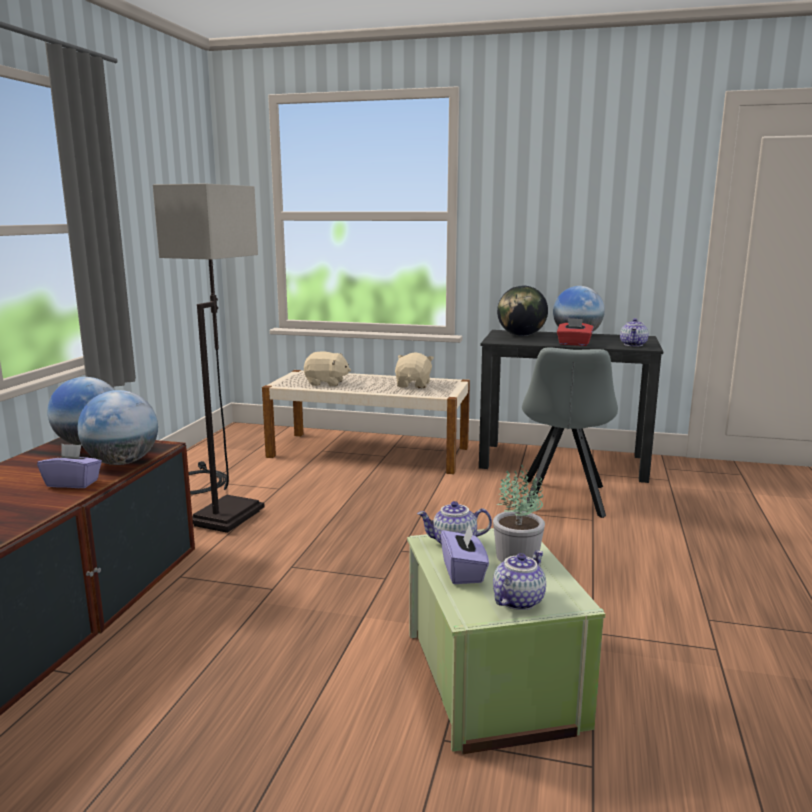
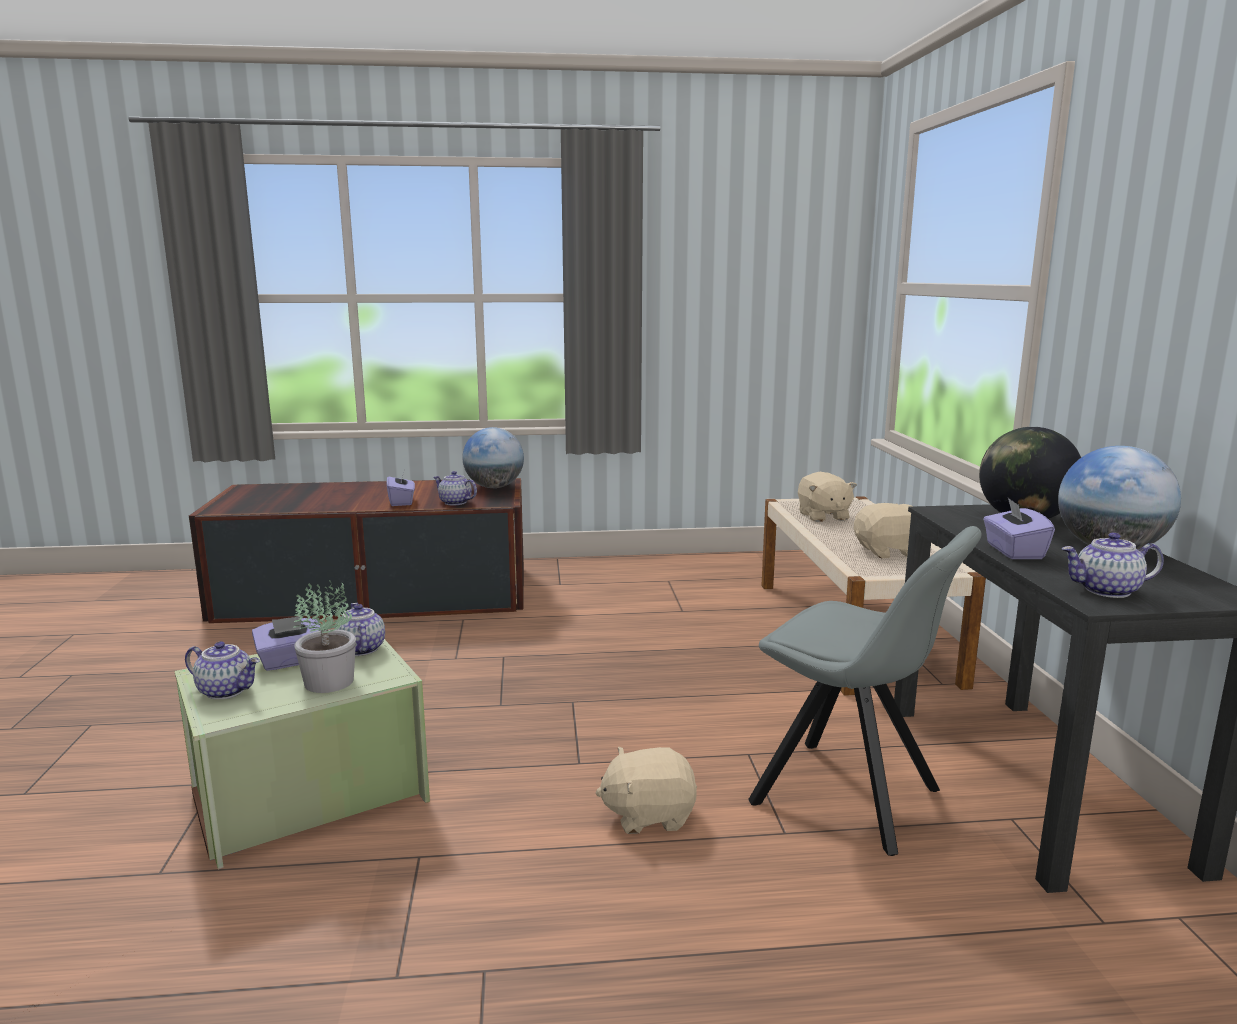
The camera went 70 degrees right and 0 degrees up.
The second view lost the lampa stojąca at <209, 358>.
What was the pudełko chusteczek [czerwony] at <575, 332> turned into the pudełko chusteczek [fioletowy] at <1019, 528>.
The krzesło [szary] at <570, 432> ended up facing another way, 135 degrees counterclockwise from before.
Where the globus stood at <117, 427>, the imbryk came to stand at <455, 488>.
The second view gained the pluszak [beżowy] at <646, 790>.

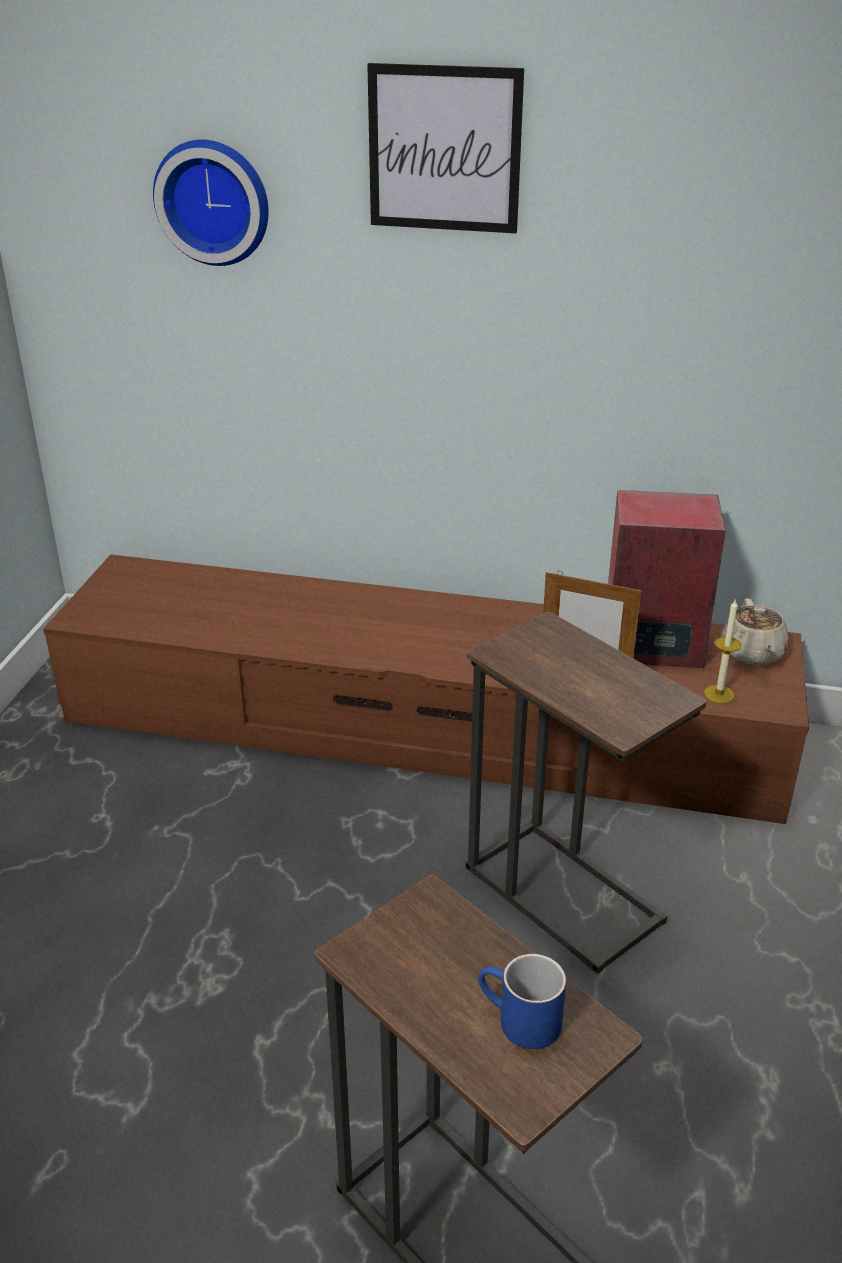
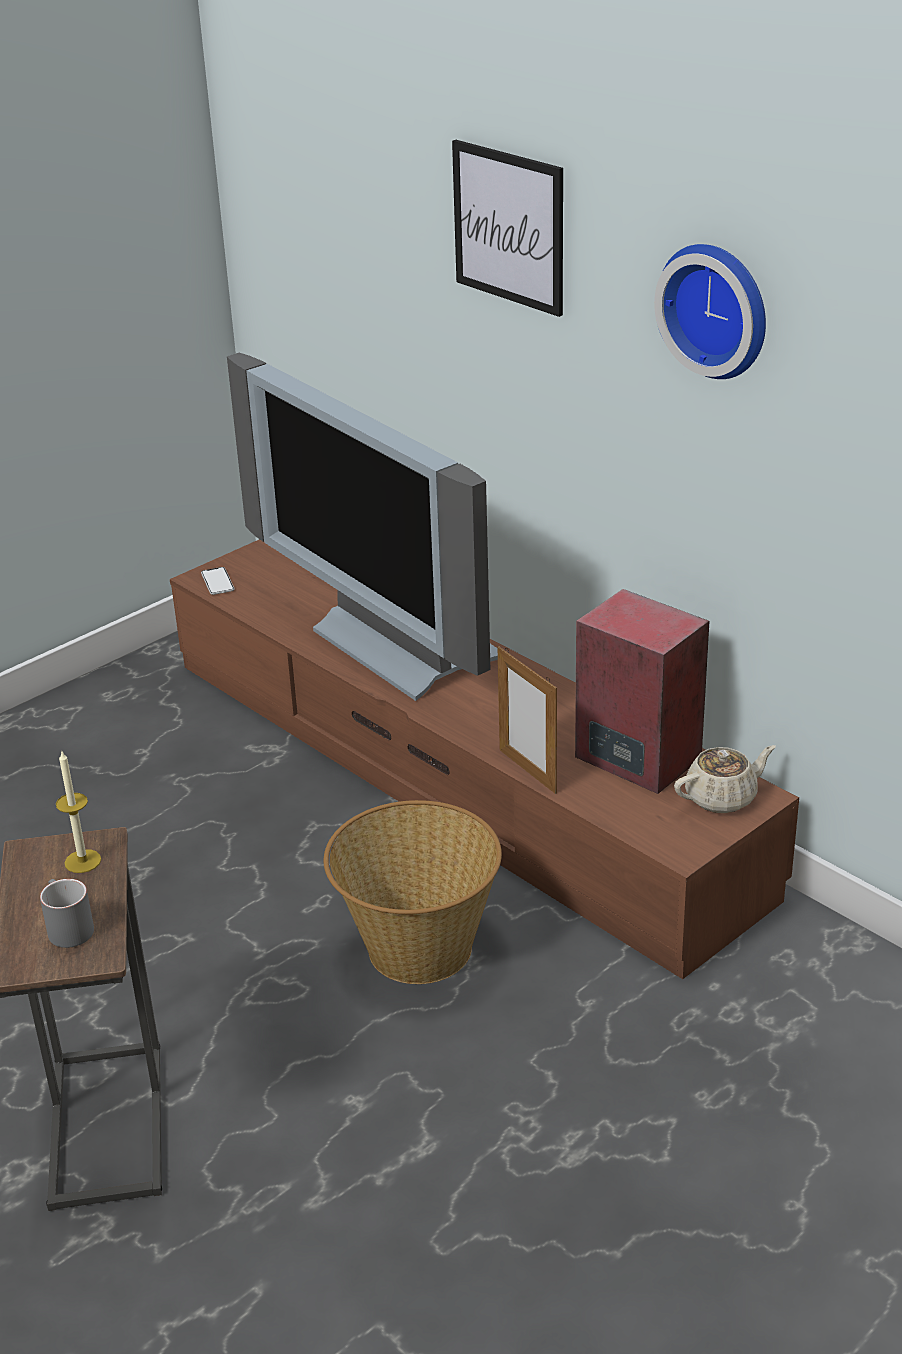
The camera went 35 degrees right and 0 degrees up.
The zegar ścienny ended up elsewhere, having gone from <211, 203> to <710, 311>.
The świeca ended up elsewhere, having gone from <722, 650> to <78, 812>.
The imbryk [beżowy] at <755, 631> ended up facing another way, 150 degrees counterclockwise from before.
Where the stolik [brązowy] stood at <586, 793>, the koszyk came to stand at <413, 892>.
What was the kubek [niebieski] at <522, 1001> turned into the kubek [szary] at <67, 913>.
The second view gained the telewizor at <362, 527>.
The second view gained the telefon at <218, 581>.

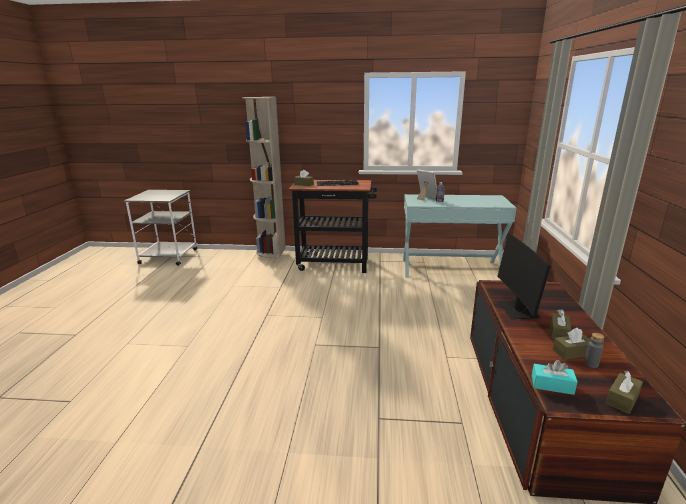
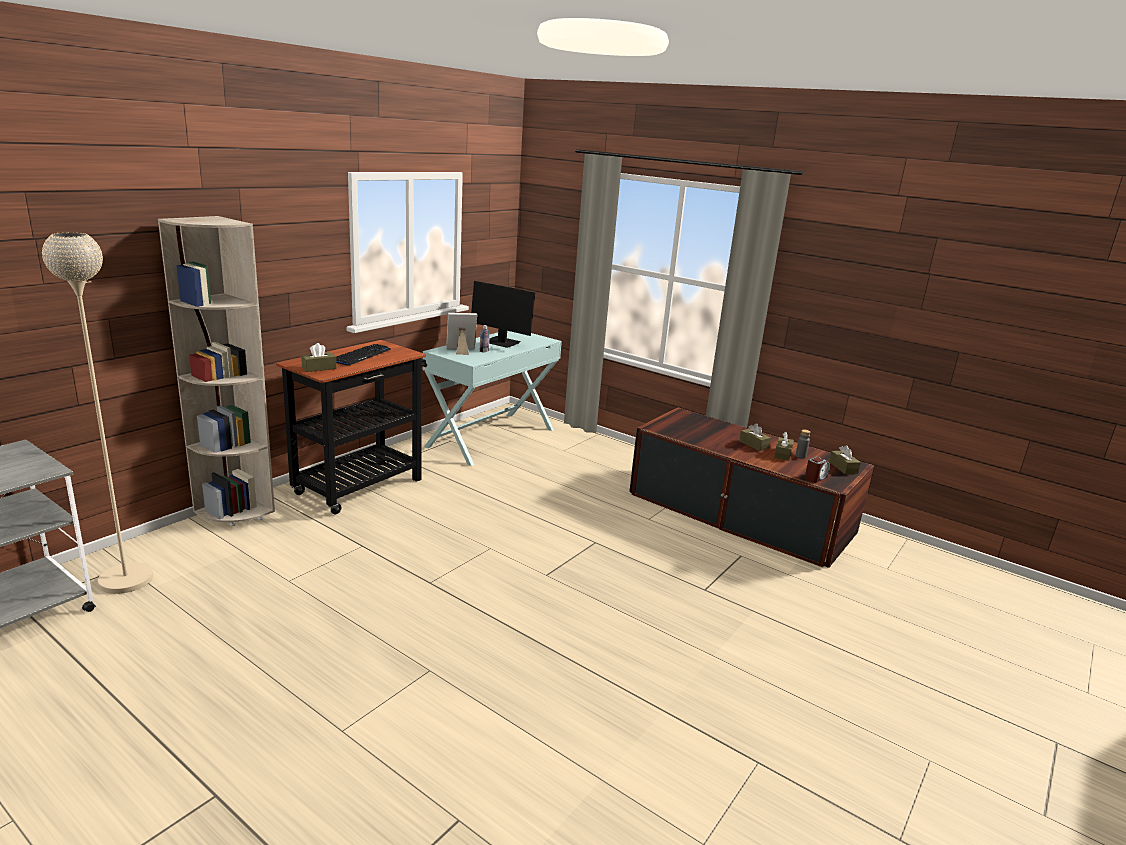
The camera went 60 degrees left and 0 degrees up.
The monitor ended up elsewhere, having gone from <523, 276> to <503, 314>.
Where the pudełko chusteczek [turkusowy] stood at <554, 377>, the budzik came to stand at <817, 469>.
The second view gained the lampa stojąca [beżowy] at <97, 413>.

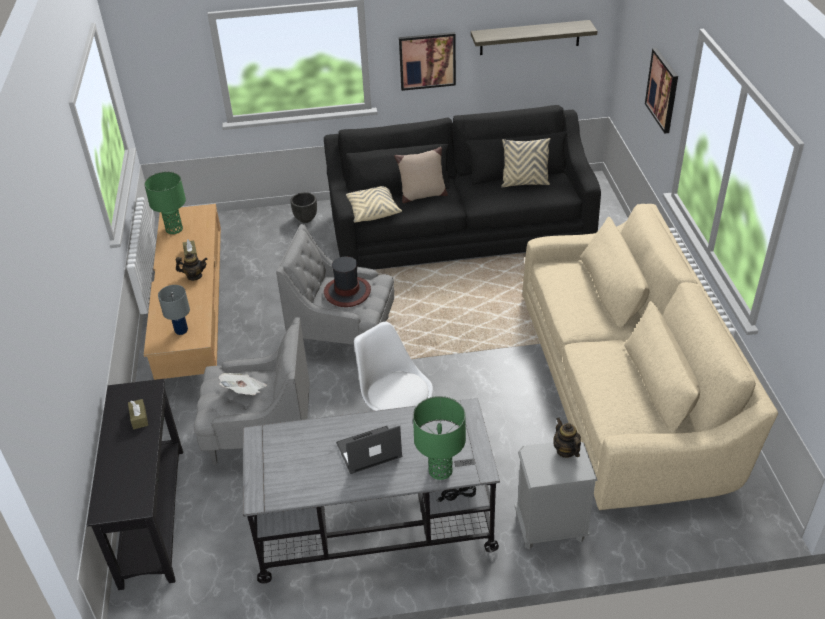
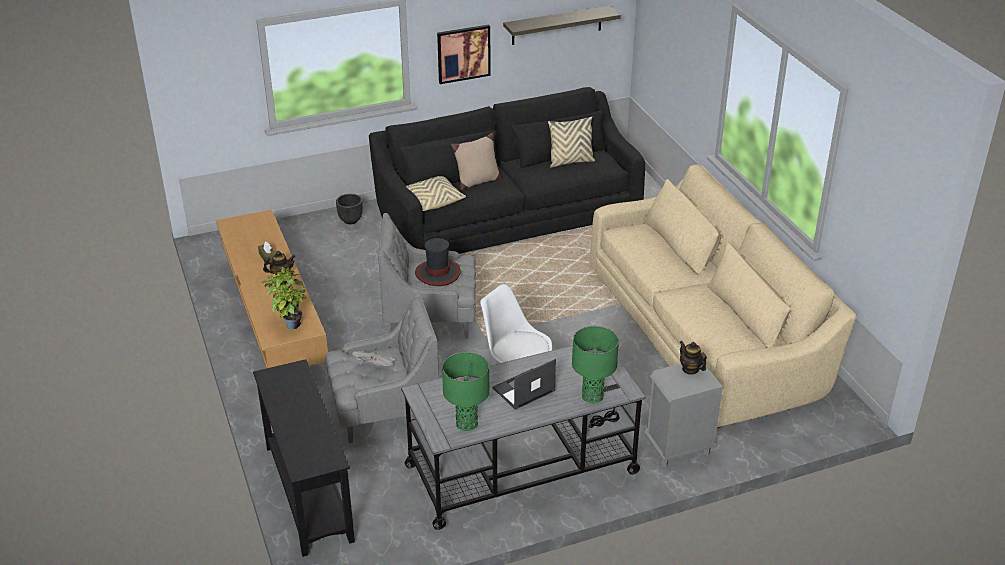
The camera went 15 degrees left and 5 degrees down.
The second view lost the obraz at <661, 90>.
The lampa stołowa [zielony] ended up elsewhere, having gone from <165, 202> to <466, 391>.
Where the lampa stołowa [szary] stood at <174, 310>, the roślina doniczkowa came to stand at <283, 298>.
The second view lost the pudełko chusteczek [brązowy] at <138, 414>.

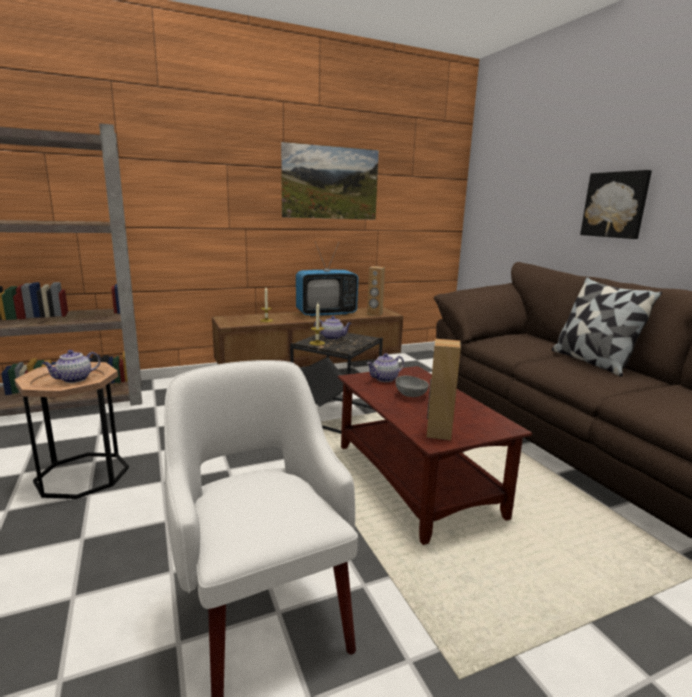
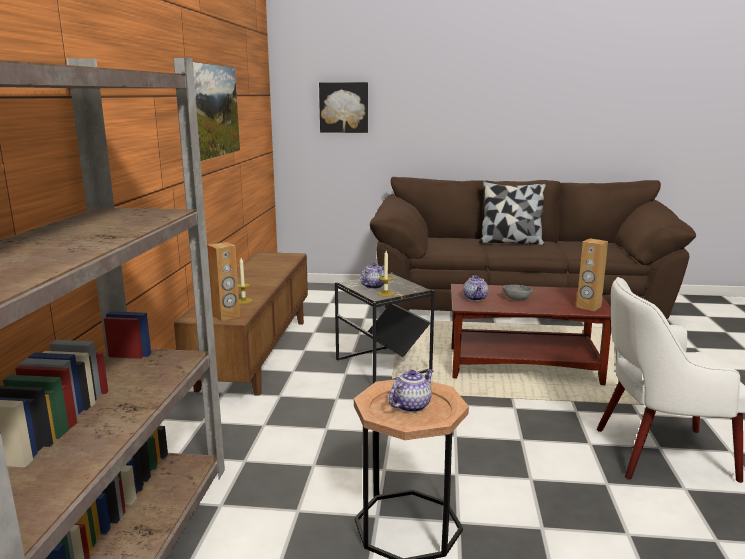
The camera went 60 degrees left and 0 degrees up.
The obraz ended up elsewhere, having gone from <616, 204> to <343, 107>.
The second view lost the telewizor at <327, 279>.
The głośnik [brązowy] ended up elsewhere, having gone from <376, 291> to <223, 281>.
The imbryk at <71, 366> ended up facing another way, 120 degrees counterclockwise from before.

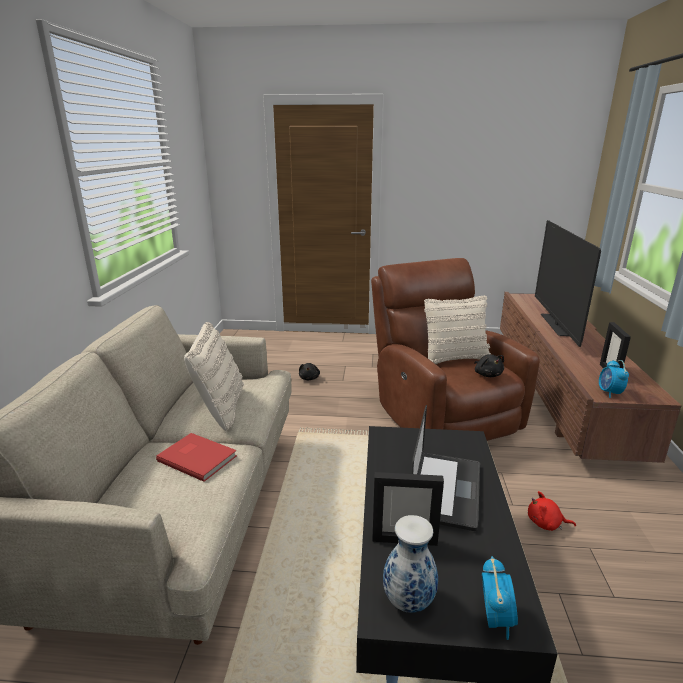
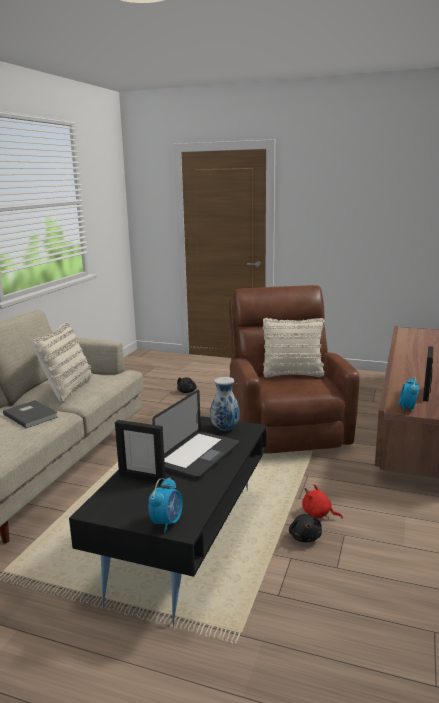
The camera went 15 degrees right and 5 degrees down.
The second view lost the telewizor at <568, 283>.
The pluszak [czarny] ended up elsewhere, having gone from <489, 365> to <305, 528>.
What was the książka [czerwony] at <196, 457> turned into the książka [szary] at <30, 414>.
The wazon ended up elsewhere, having gone from <410, 564> to <225, 404>.

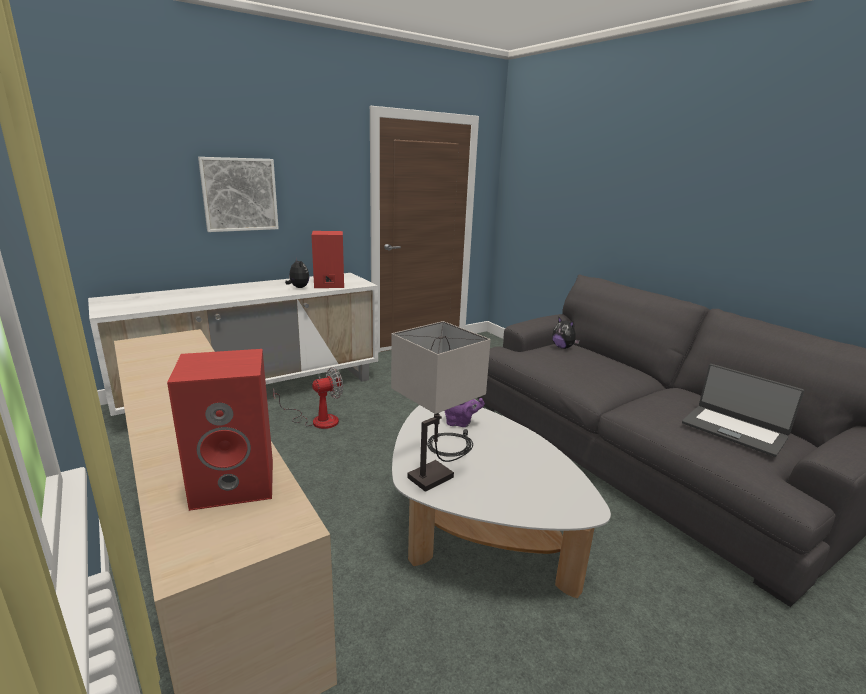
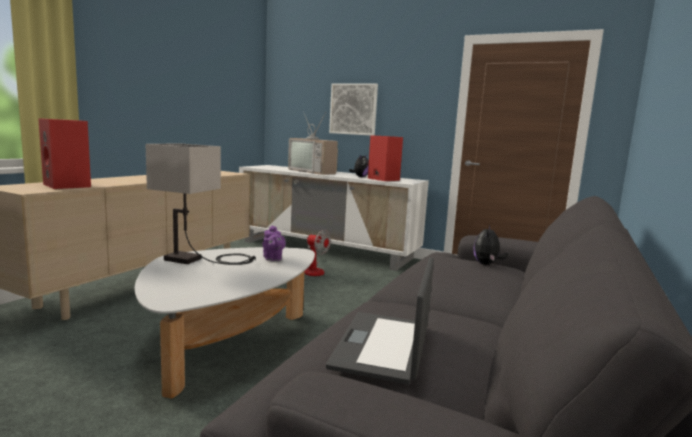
The camera went 60 degrees right and 10 degrees down.
The second view gained the telewizor at <313, 144>.

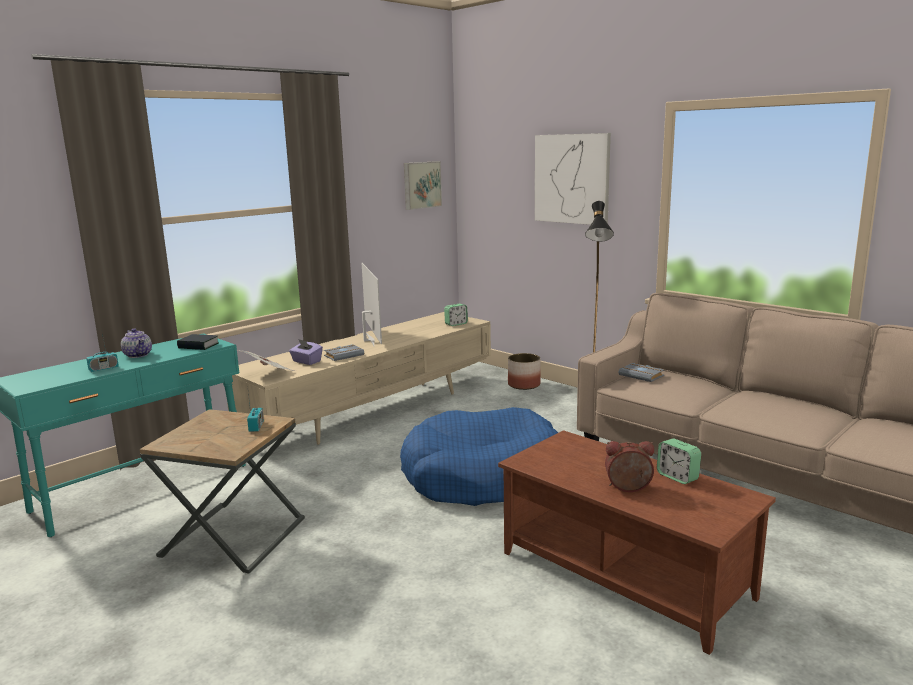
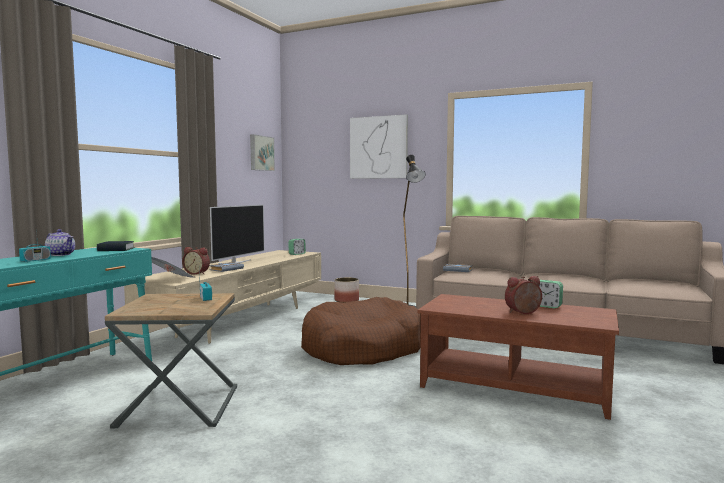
The camera went 20 degrees left and 10 degrees down.
The telewizor at <372, 304> ended up facing another way, 60 degrees clockwise from before.
Where the pudełko chusteczek [fioletowy] stood at <306, 352>, the budzik came to stand at <196, 261>.
What was the legowisko [niebieski] at <479, 456> turned into the legowisko [brązowy] at <361, 331>.

